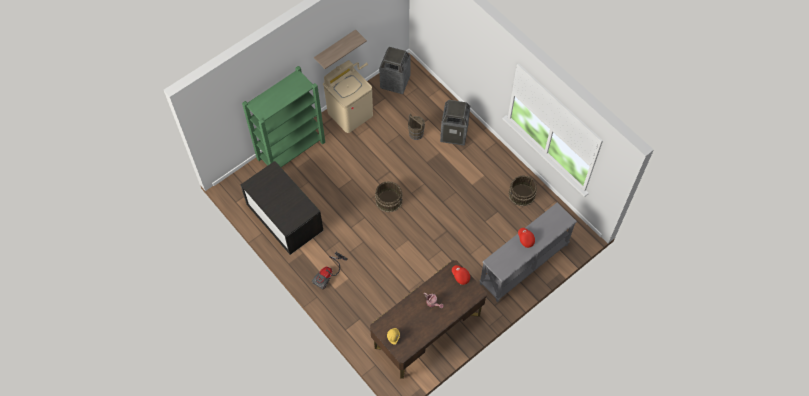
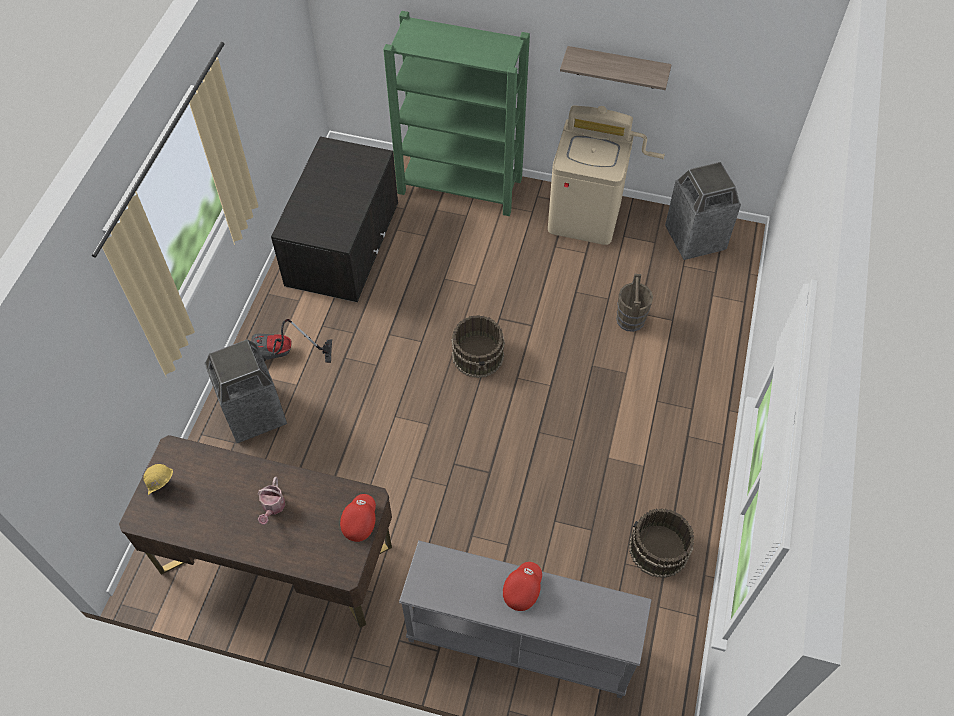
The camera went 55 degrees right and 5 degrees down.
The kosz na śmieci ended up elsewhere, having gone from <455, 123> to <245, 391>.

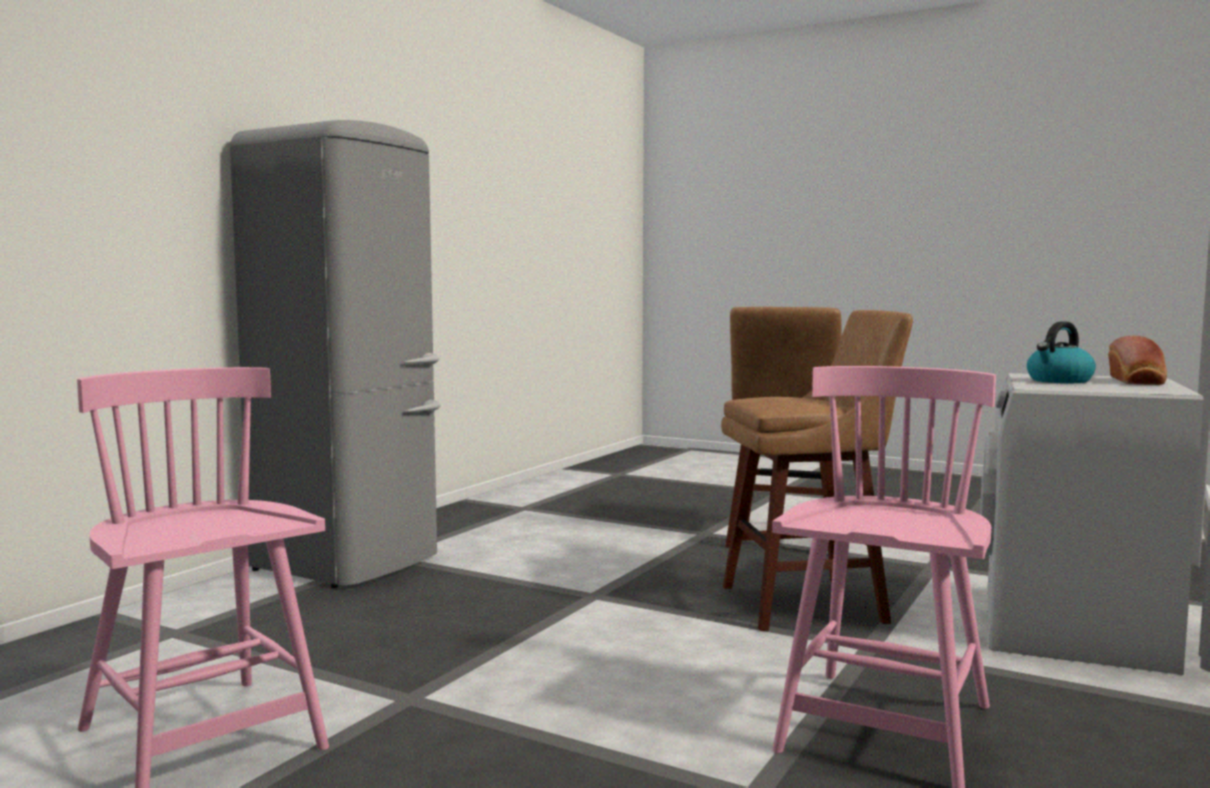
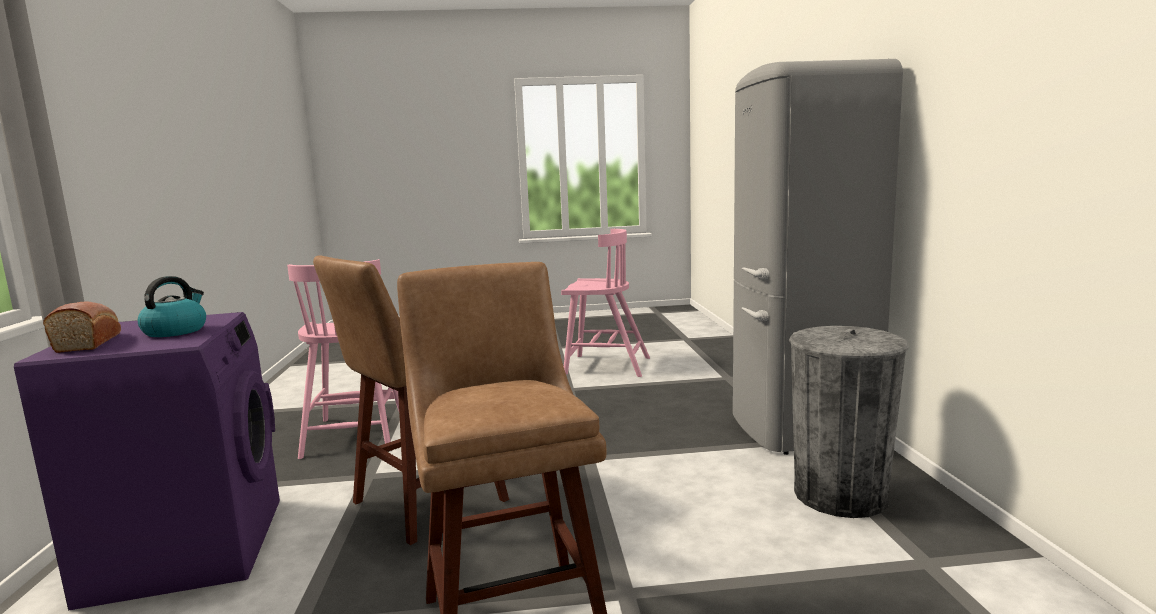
The camera went 145 degrees right and 5 degrees up.
What was the pralka [biały] at <1092, 524> turned into the pralka [fioletowy] at <147, 461>.
The second view gained the kosz na śmieci [szary] at <849, 422>.

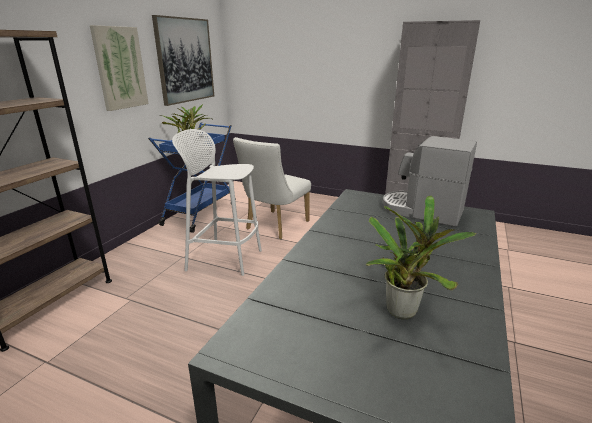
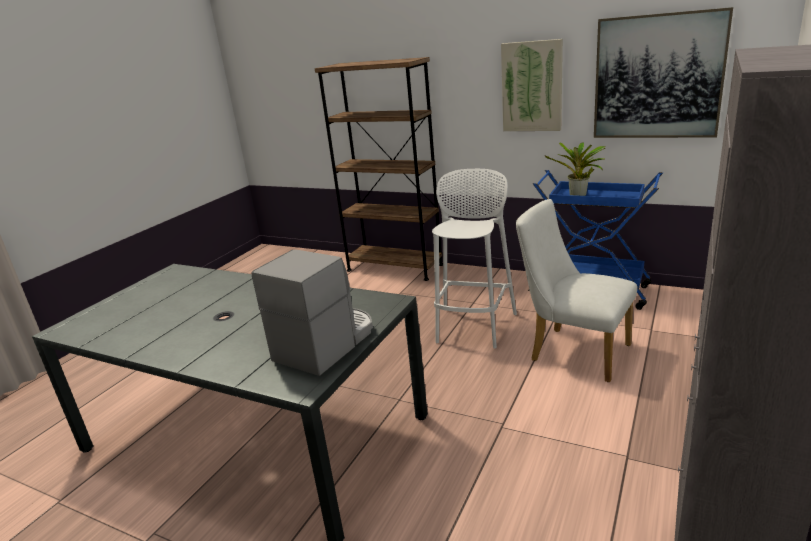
The camera went 95 degrees right and 0 degrees up.
The second view lost the roślina doniczkowa at <421, 257>.

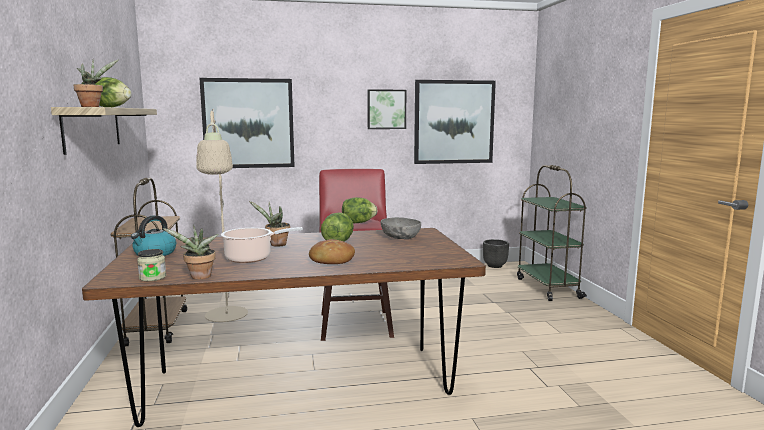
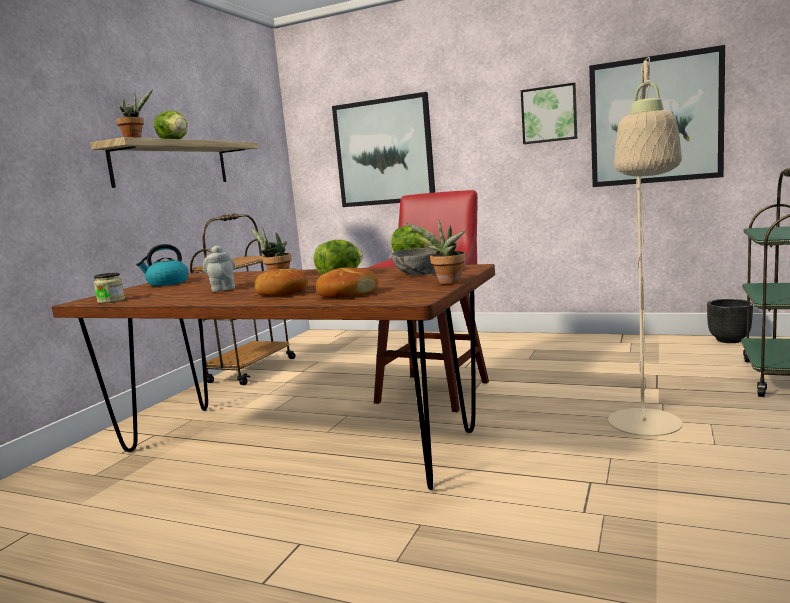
The camera went 35 degrees right and 0 degrees up.
The lampa stojąca [beżowy] ended up elsewhere, having gone from <222, 215> to <645, 246>.
The roślina doniczkowa ended up elsewhere, having gone from <191, 251> to <436, 251>.
Where the garnek stood at <262, 245>, the imbryk [szary] came to stand at <219, 268>.
The second view gained the chleb at <347, 282>.

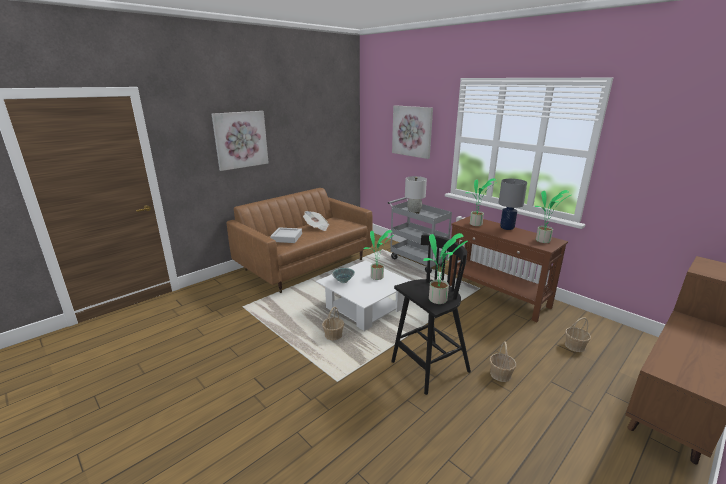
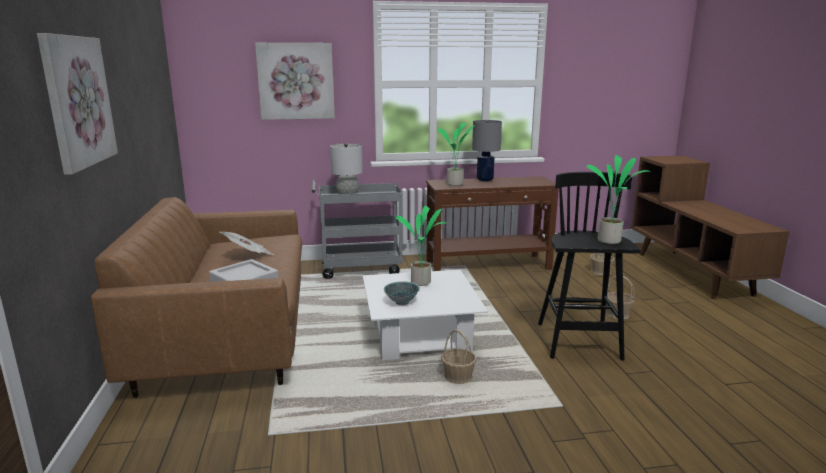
The camera went 55 degrees left and 5 degrees down.
The second view lost the roślina doniczkowa at <553, 216>.

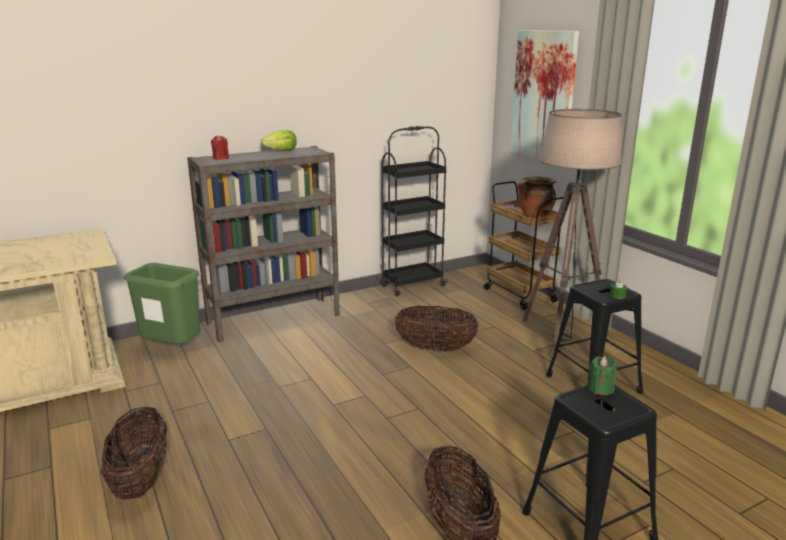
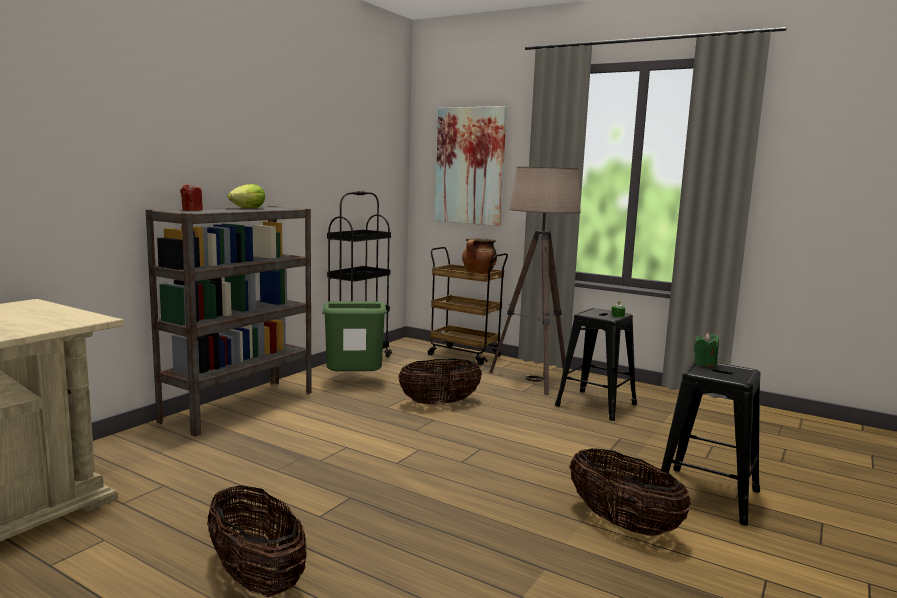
The camera went 30 degrees left and 10 degrees down.
The kosz na śmieci [zielony] ended up elsewhere, having gone from <162, 303> to <354, 336>.

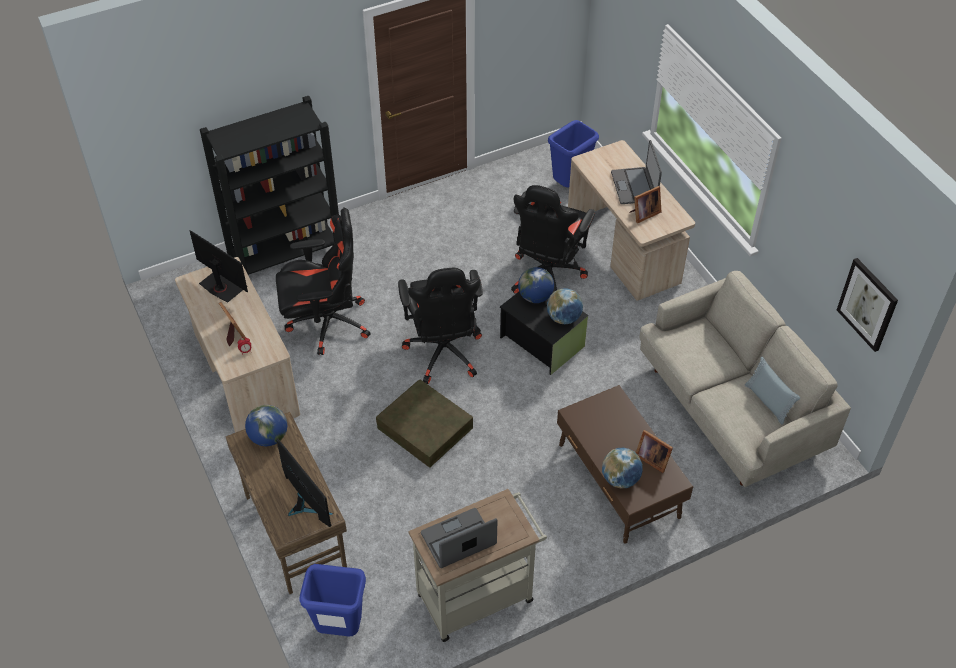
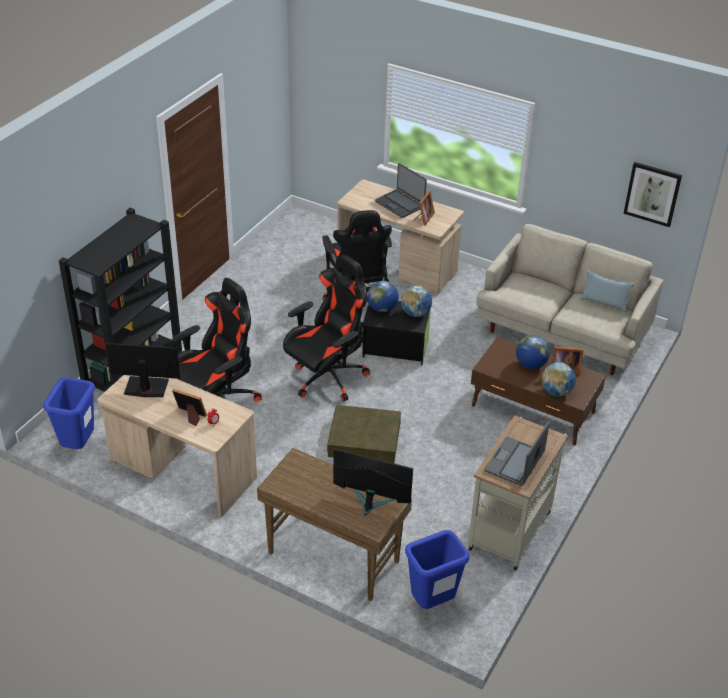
The camera went 35 degrees left and 10 degrees down.
The kosz na śmieci [niebieski] ended up elsewhere, having gone from <573, 153> to <69, 413>.
The krzesło biurowe [czarny] at <440, 326> ended up facing another way, 90 degrees counterclockwise from before.
The globus ended up elsewhere, having gone from <266, 425> to <533, 352>.

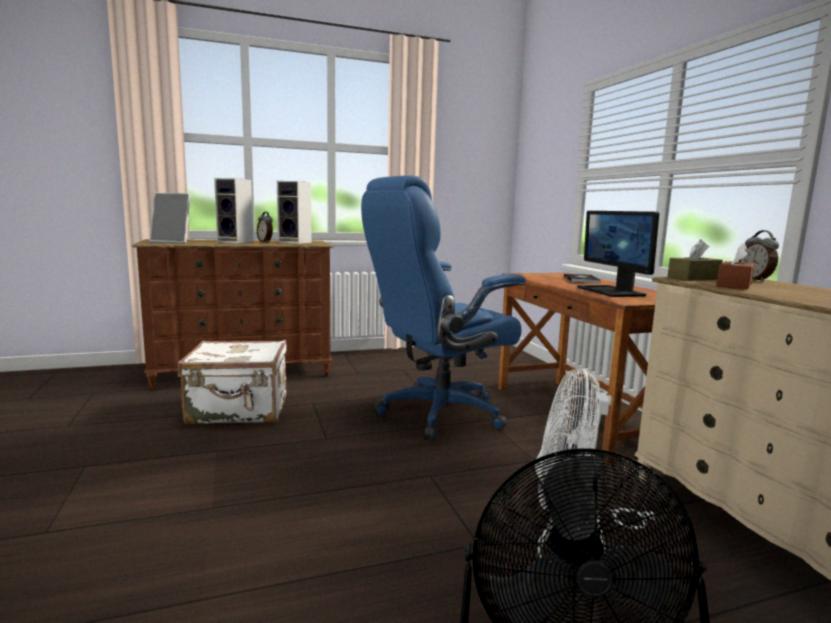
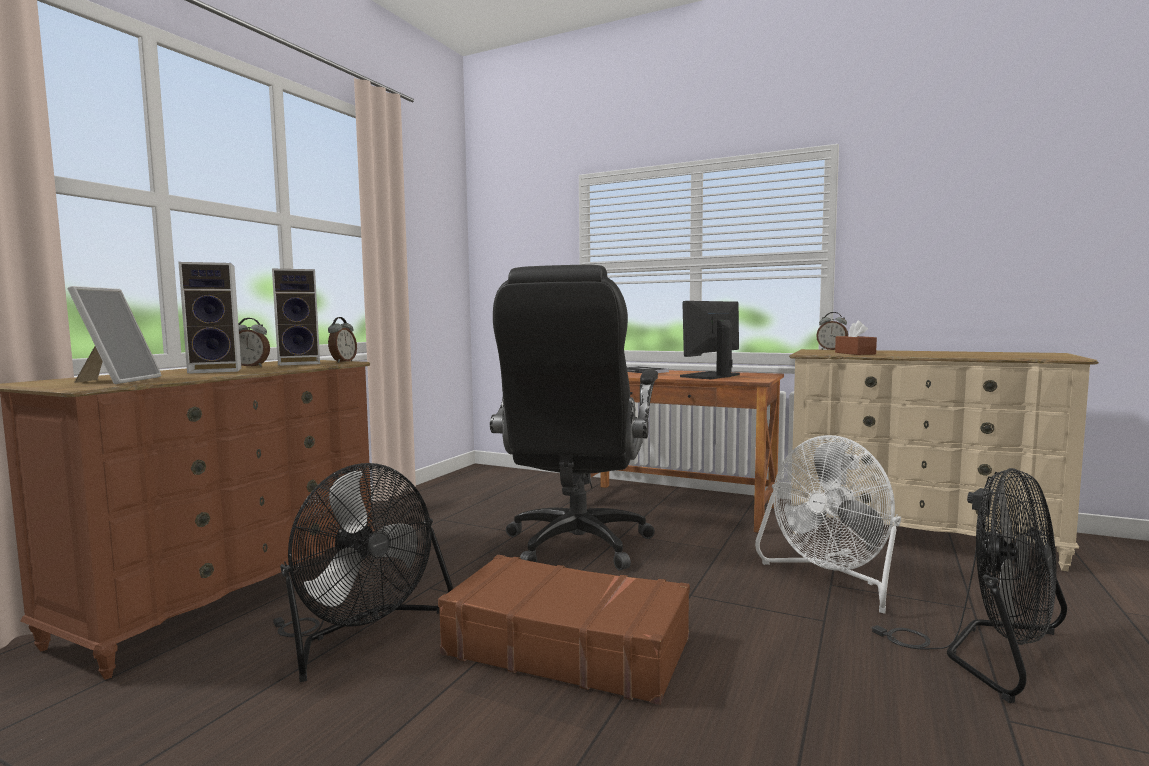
The camera went 45 degrees left and 5 degrees down.
What was the krzesło biurowe [niebieski] at <443, 308> turned into the krzesło biurowe [czarny] at <574, 418>.
The ramka na zdjęcie at <169, 217> ended up facing another way, 45 degrees counterclockwise from before.
The monitor at <618, 254> ended up facing another way, 105 degrees clockwise from before.
The second view lost the pudełko chusteczek [brązowy] at <695, 260>.
Where the walizka [biały] stood at <232, 382>, the wentylator [czarny] came to stand at <363, 572>.
The second view gained the budzik at <342, 340>.
The second view gained the walizka [brązowy] at <564, 630>.

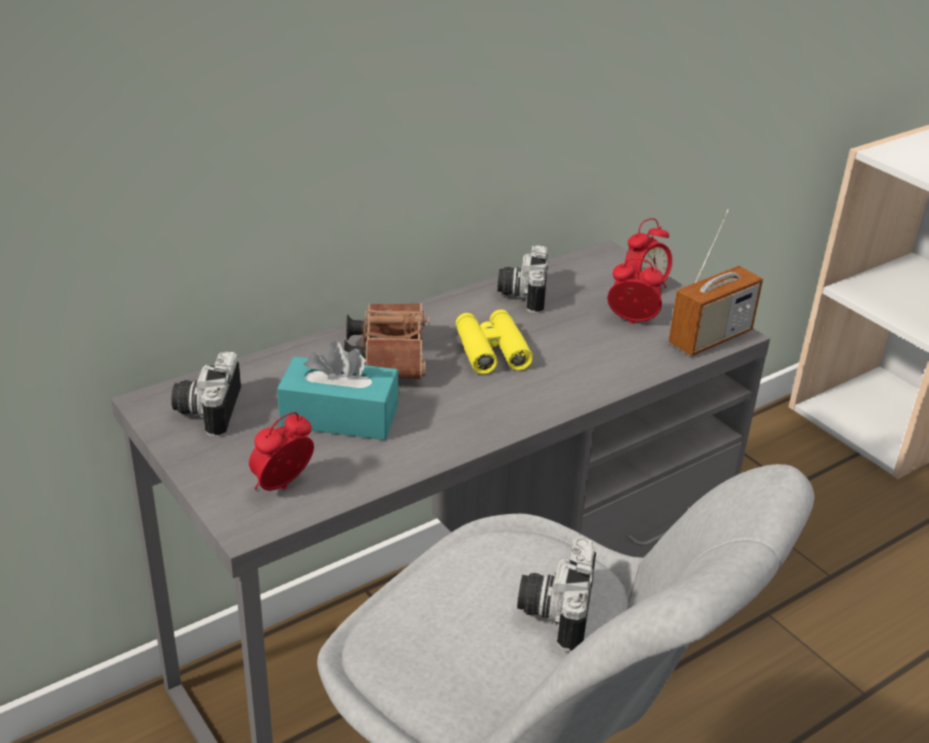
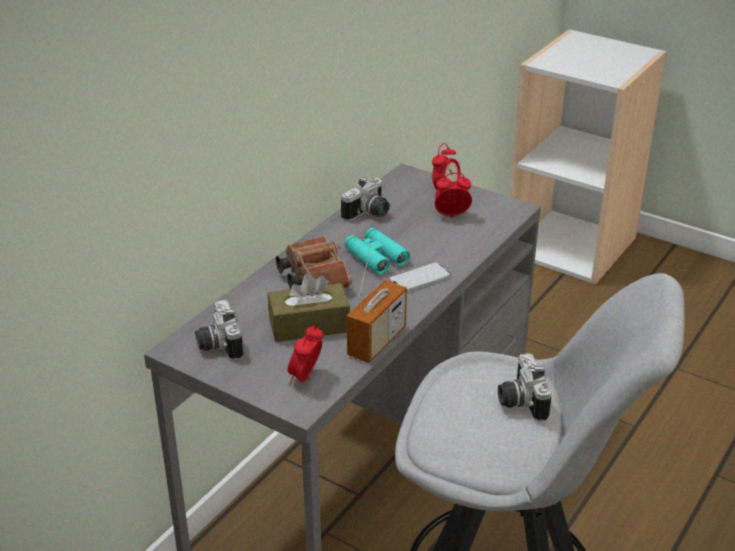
The camera went 20 degrees left and 0 degrees up.
The radio ended up elsewhere, having gone from <715, 282> to <377, 303>.
The aparat fotograficzny at <522, 279> ended up facing another way, 120 degrees counterclockwise from before.
What was the lornetka [żółty] at <494, 341> turned into the lornetka [turkusowy] at <377, 251>.
What was the pudełko chusteczek [turkusowy] at <337, 390> turned into the pudełko chusteczek [brązowy] at <309, 307>.
The second view gained the telefon at <420, 277>.

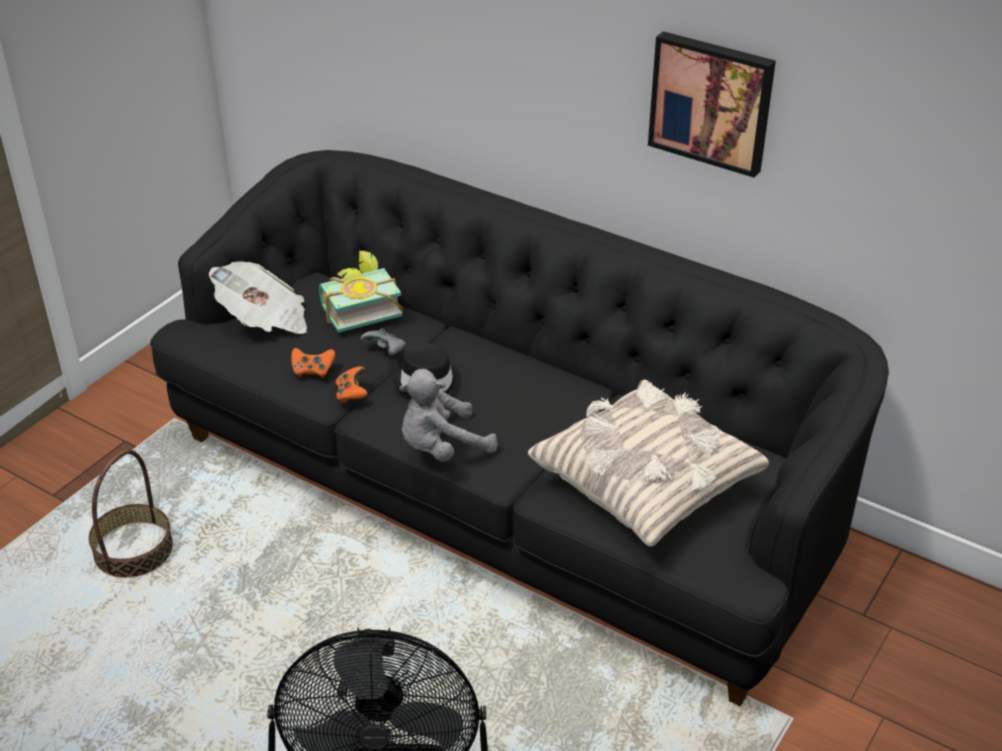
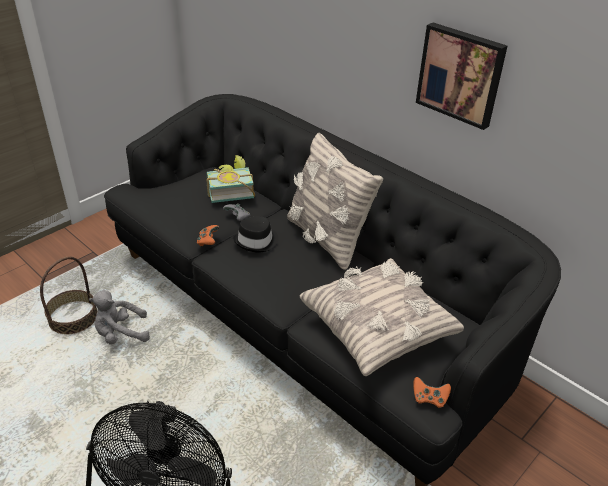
The camera went 10 degrees right and 0 degrees up.
The second view lost the gazeta at <258, 297>.
The pad do gier [pomarańczowy] ended up elsewhere, having gone from <313, 363> to <432, 392>.
The pluszak [szary] ended up elsewhere, having gone from <448, 415> to <119, 317>.
The second view gained the poduszka [beżowy] at <335, 201>.

